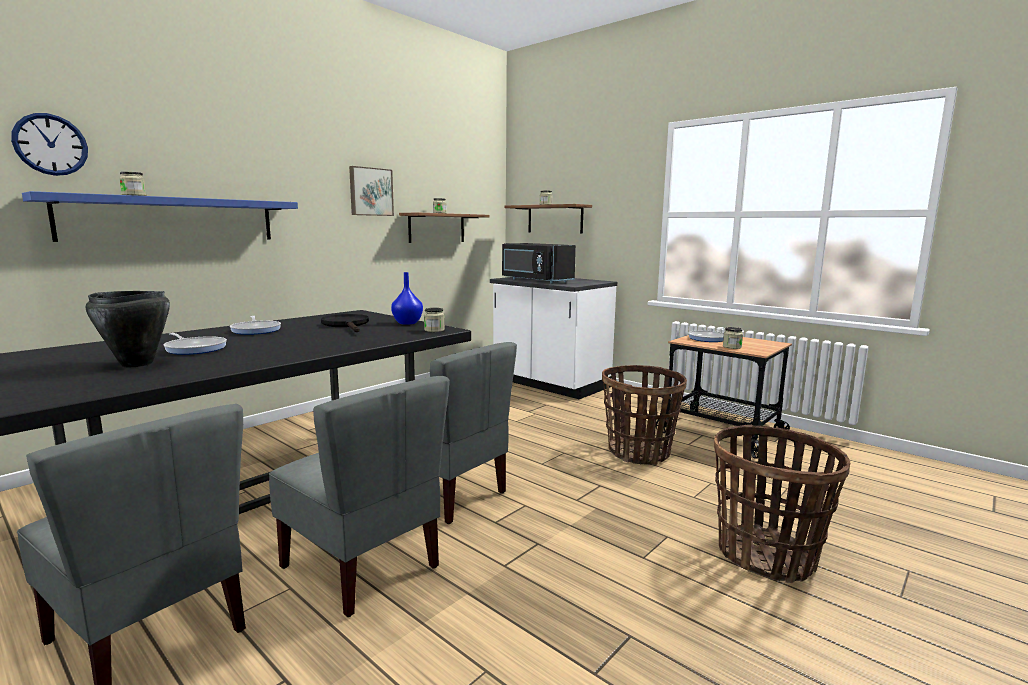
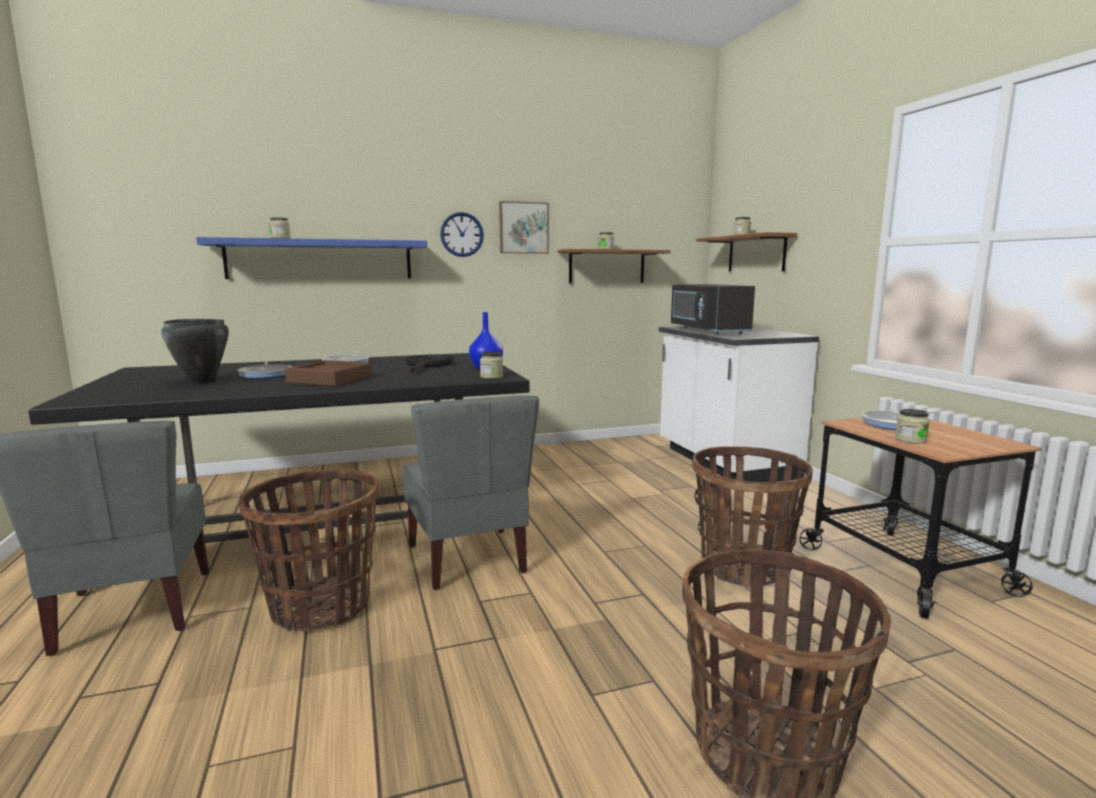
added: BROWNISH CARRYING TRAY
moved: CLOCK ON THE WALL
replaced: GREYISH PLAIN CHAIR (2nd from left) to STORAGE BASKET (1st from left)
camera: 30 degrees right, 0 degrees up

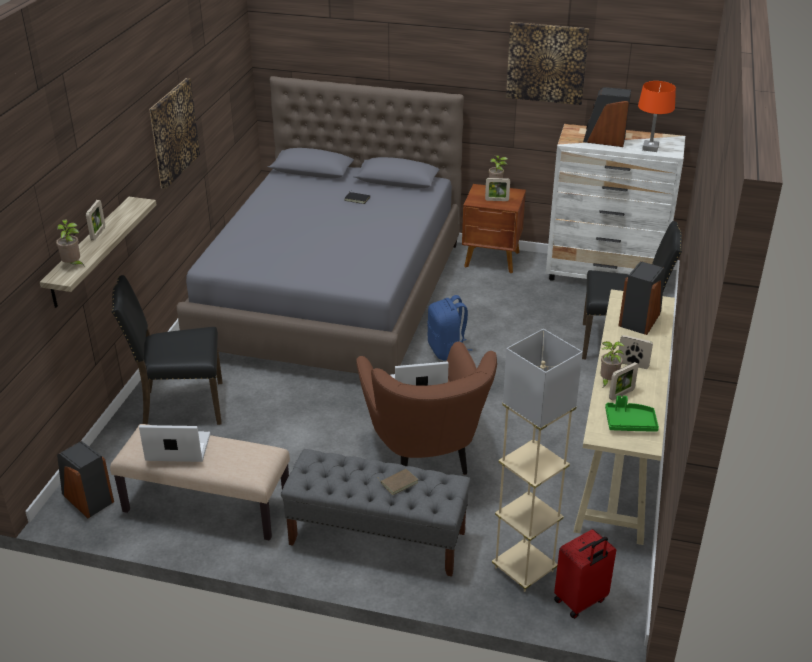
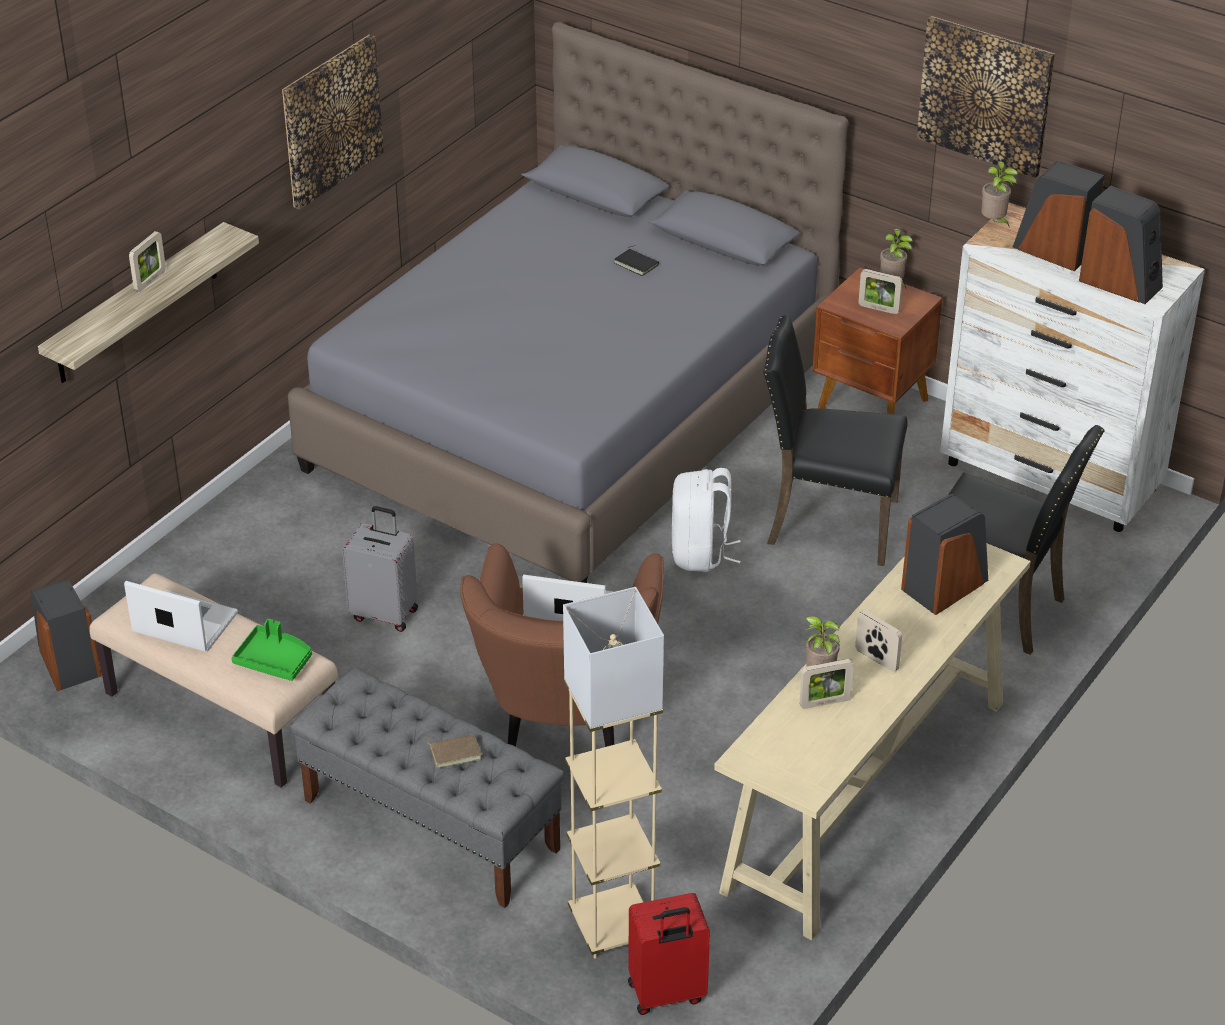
added: GREYISH SUITCASE
moved: GREEN-COLOURED CARRYING TRAY; BLACKISH PLAIN CHAIR (1st from left); PLANT IN A POT (1st from left in the first image) to PLANT IN A POT (3rd from left)
replaced: ORANGE-COLOURED TABLETOP LAMP to LOUDSPEAKER (4th from left)
recoloured: BLUISH BACKPACK to WHITE BACKPACK
camera: 20 degrees right, 5 degrees up

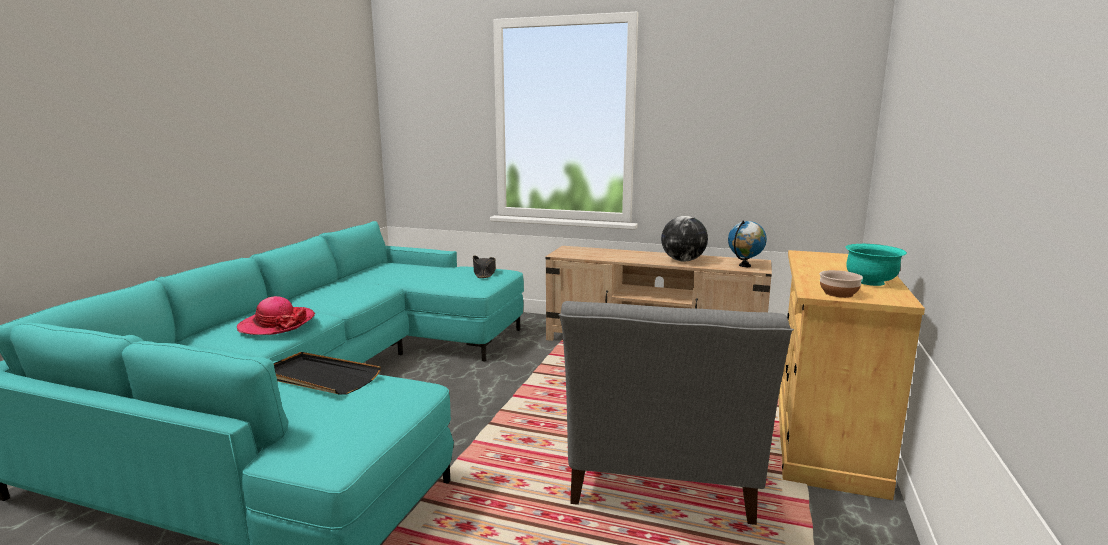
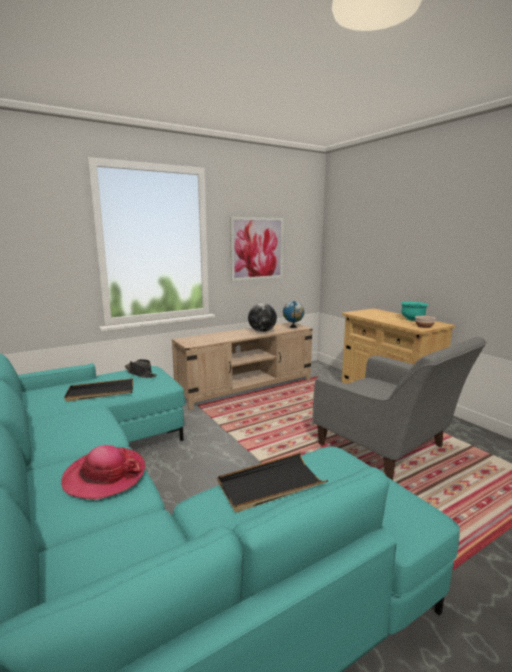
added: BLACKISH CARRYING TRAY (1st from left); WALL PICTURE
camera: 50 degrees left, 0 degrees up

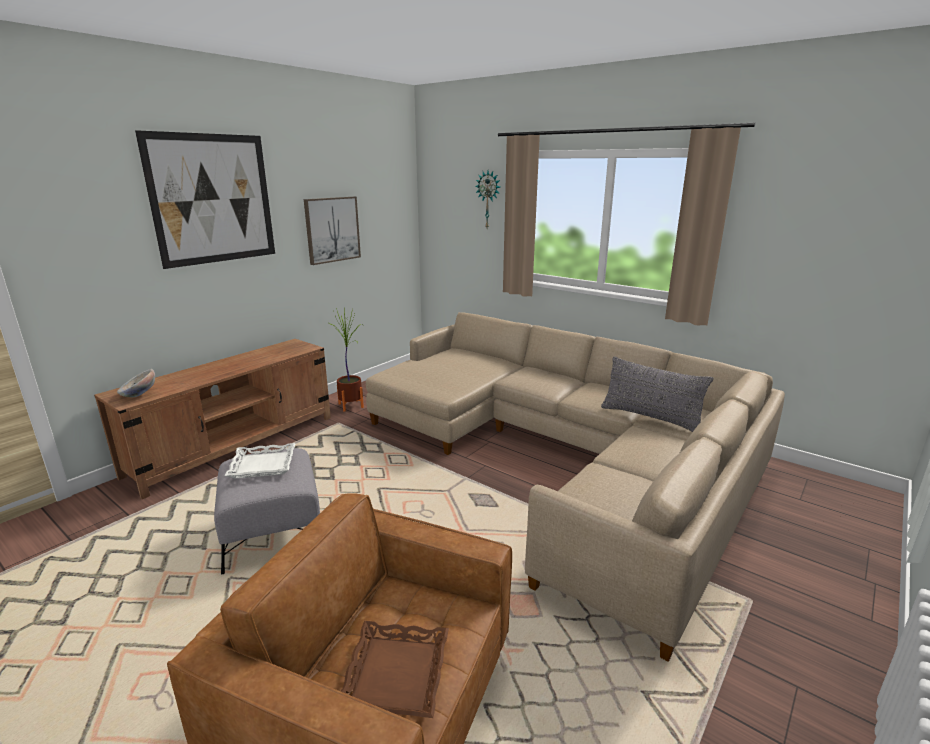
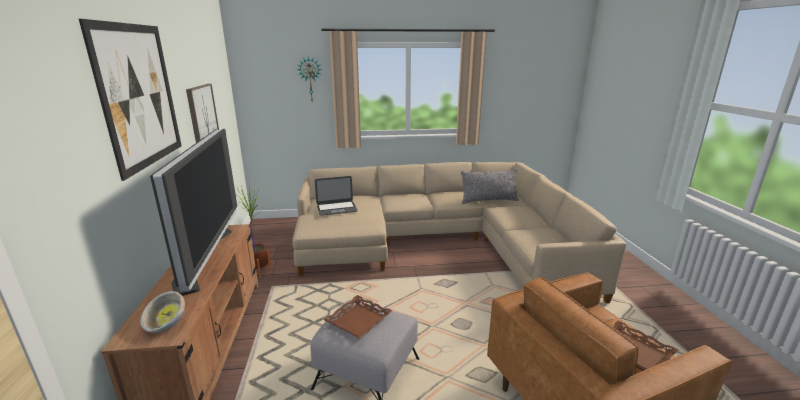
added: TV; PORTABLE COMPUTER
recoloured: WHITE CARRYING TRAY to BROWNISH CARRYING TRAY (1st from left)
camera: 45 degrees left, 0 degrees up

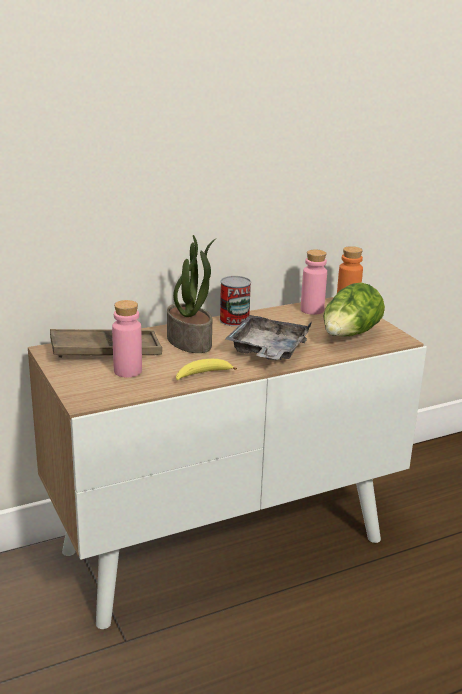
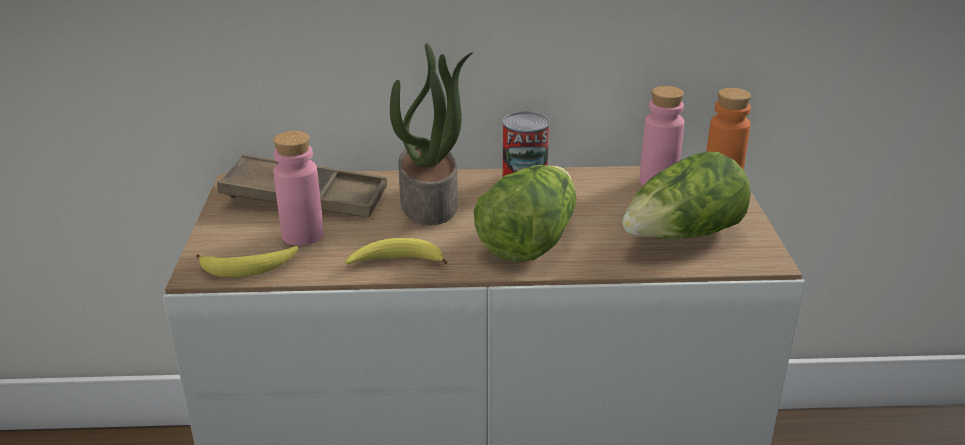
added: BANANA (1st from left)
replaced: GREYISH CARRYING TRAY to LETTUCE (1st from left)
camera: 25 degrees right, 5 degrees up

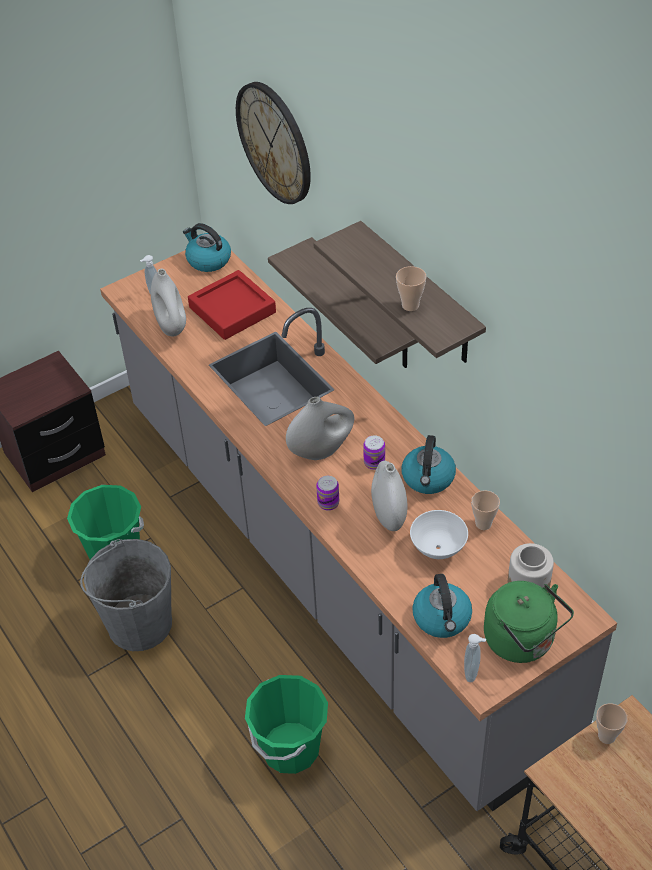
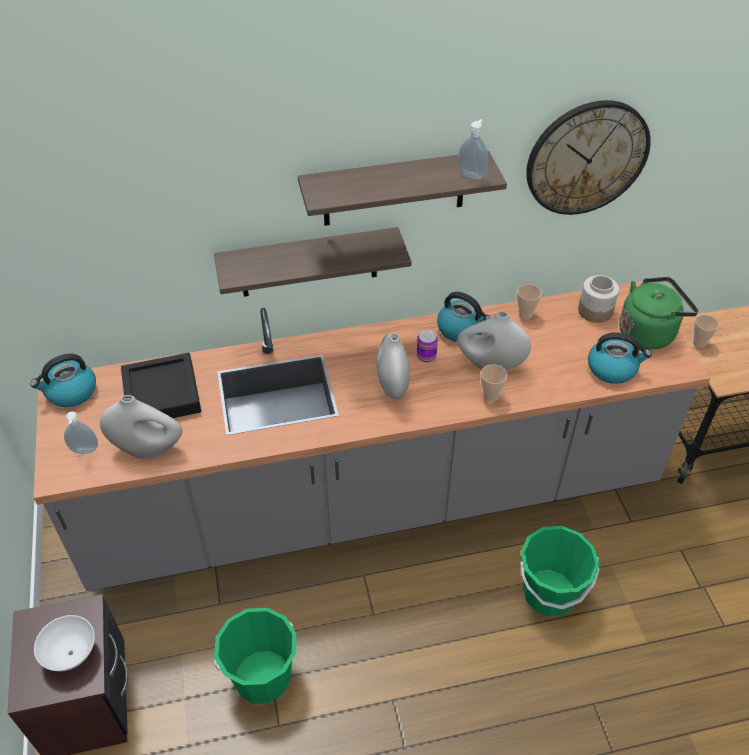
removed: GREYISH BUCKET; METAL CAN (1st from left)
moved: WHITE BOWL; SOAP DISPENSER (2nd from left); CUP (1st from left); CLOCK ON THE WALL
recoloured: REDDISH CARRYING TRAY to BLACKISH CARRYING TRAY
camera: 70 degrees left, 0 degrees up

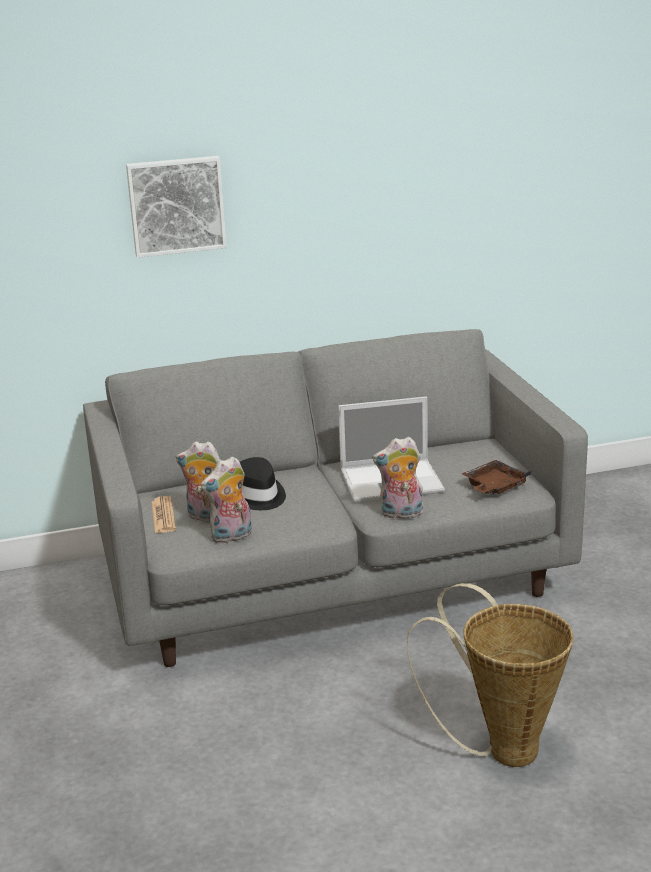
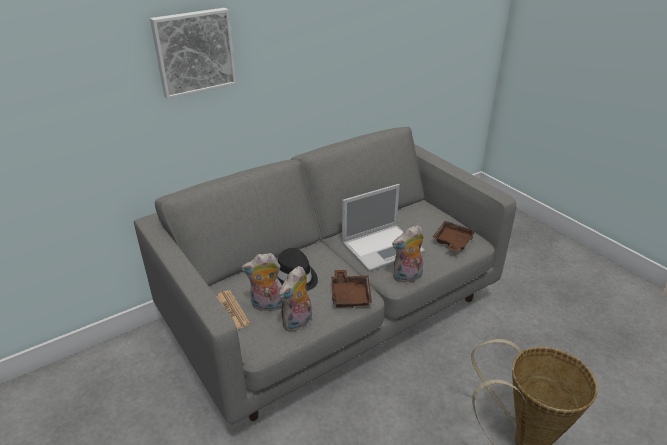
added: BROWNISH CARRYING TRAY (1st from left)
camera: 20 degrees left, 10 degrees up

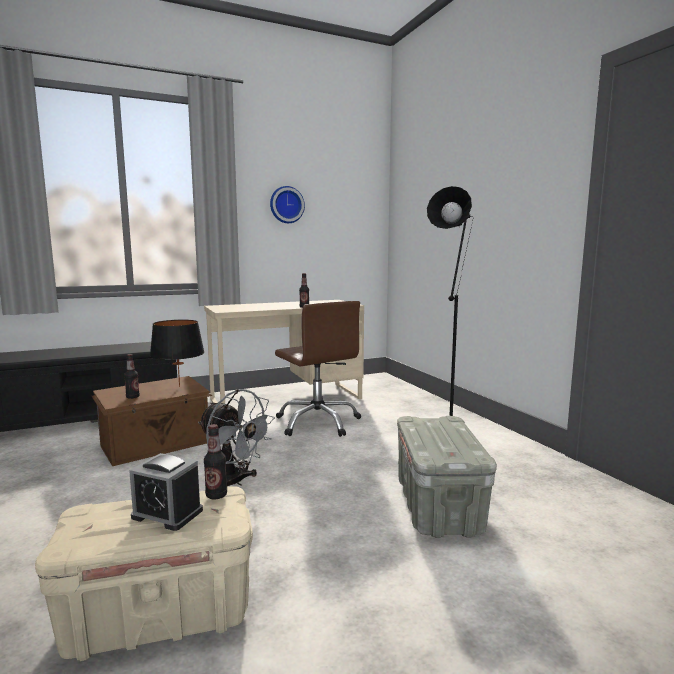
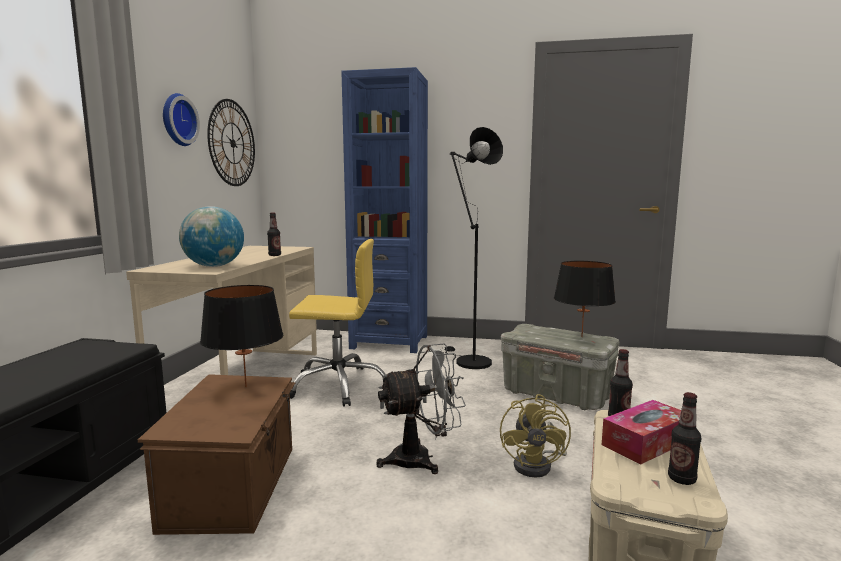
added: DESK GLOBE; CLOCK ON THE WALL (2nd from left); BLUISH SHELVING UNIT; YELLOW-COLOURED COOLING FAN; BLACKISH TABLETOP LAMP (2nd from left)
moved: BOTTLE (1st from left in the first image) to BOTTLE (3rd from left)
replaced: TABLE CLOCK to TISSUE BOX
recoloured: BROWNISH COMPUTER CHAIR to YELLOW-COLOURED COMPUTER CHAIR
camera: 55 degrees left, 0 degrees up

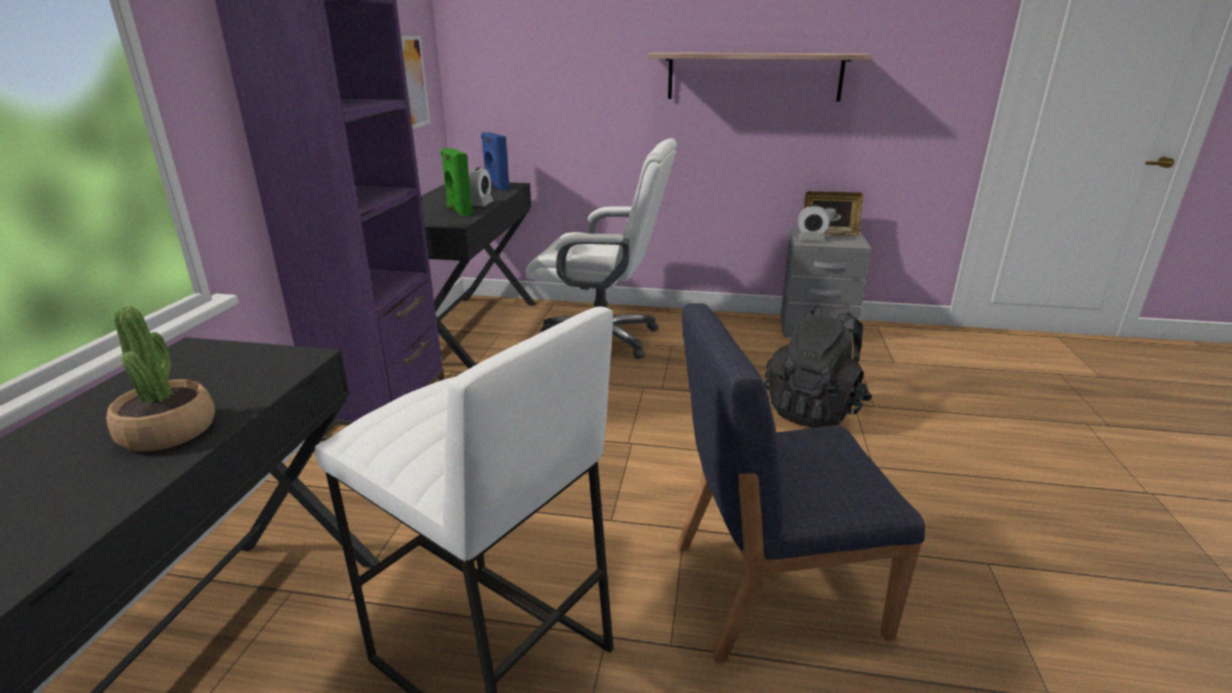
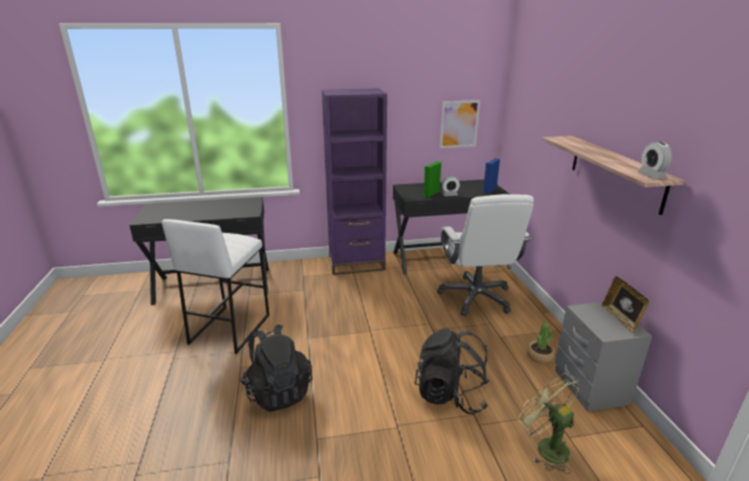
added: GREEN-COLOURED COOLING FAN
moved: PLANT IN A POT; TABLE CLOCK (2nd from left)
replaced: BLUISH PLAIN CHAIR to BLACKISH BACKPACK (1st from left)
camera: 70 degrees right, 0 degrees up

